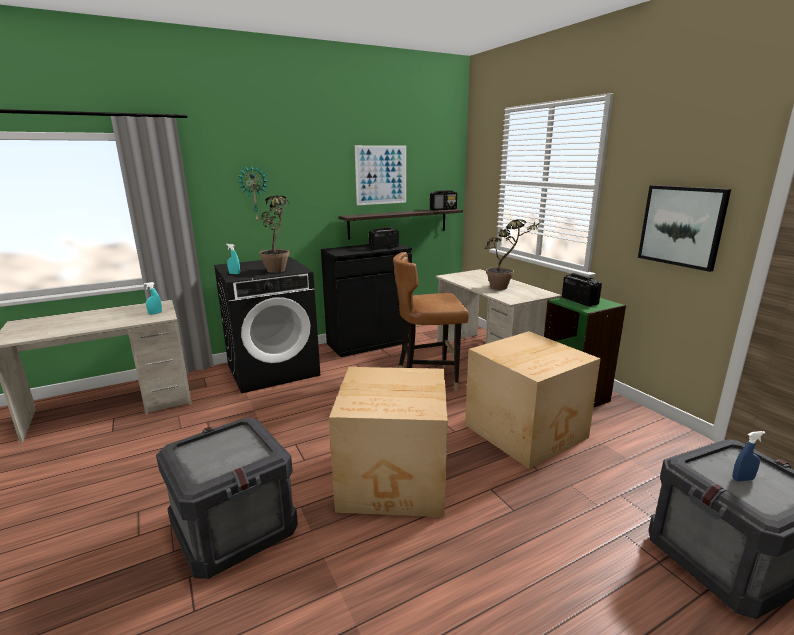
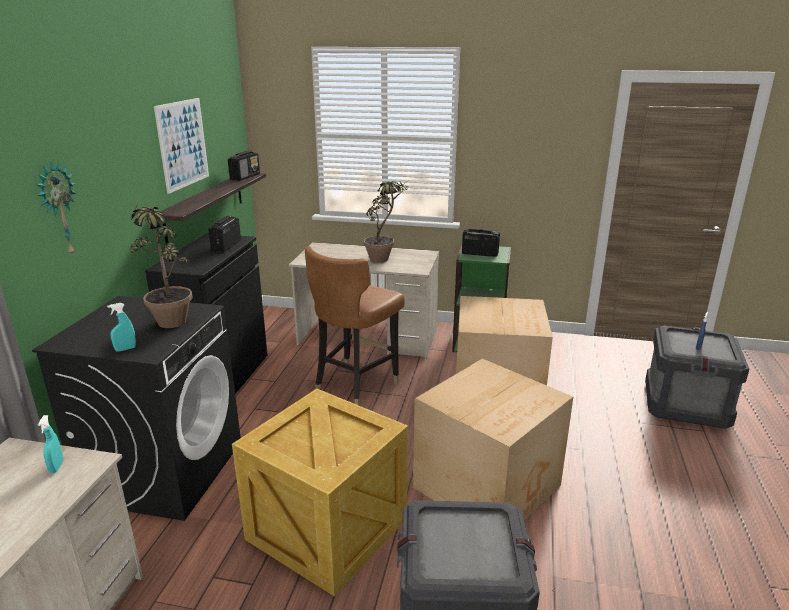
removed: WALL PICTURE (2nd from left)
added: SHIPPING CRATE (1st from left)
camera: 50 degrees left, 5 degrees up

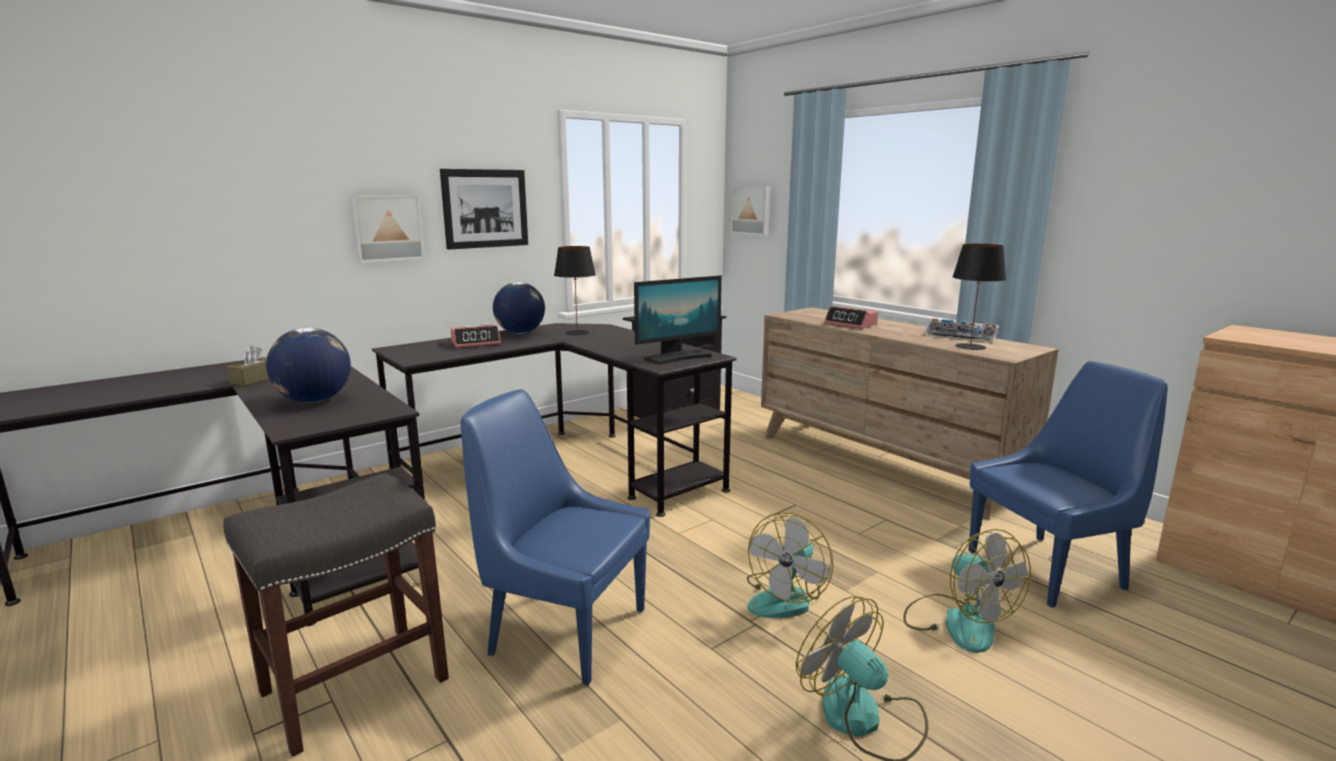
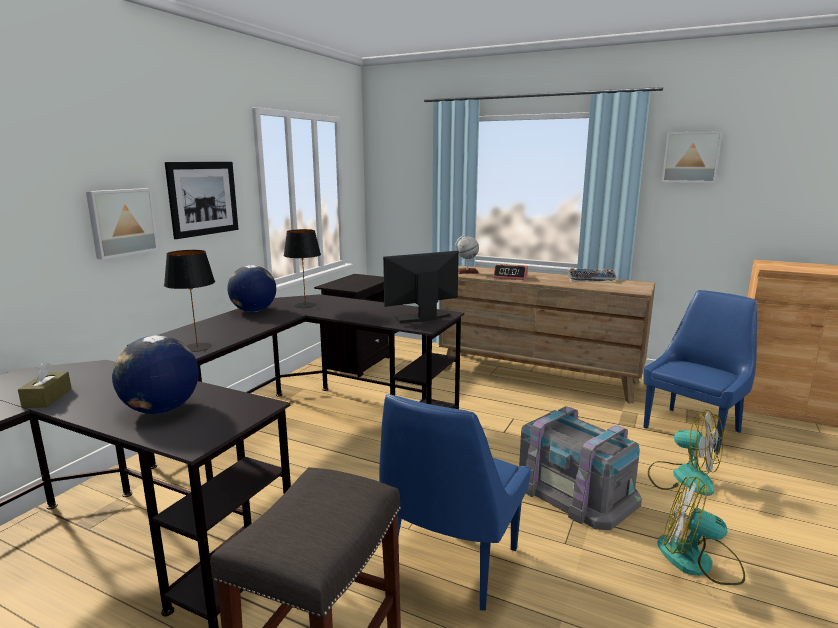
removed: TABLE CLOCK (1st from left)
added: DESK GLOBE (3rd from left)
moved: BLACKISH TABLETOP LAMP (2nd from left in the first image) to BLACKISH TABLETOP LAMP (1st from left); WALL PICTURE (3rd from left)
replaced: COOLING FAN (1st from left) to GREYISH STORAGE CONTAINER
turned: BLUISH PLAIN CHAIR (1st from left) 60 degrees counterclockwise; COMPUTER SCREEN 150 degrees counterclockwise
camera: 25 degrees left, 0 degrees up

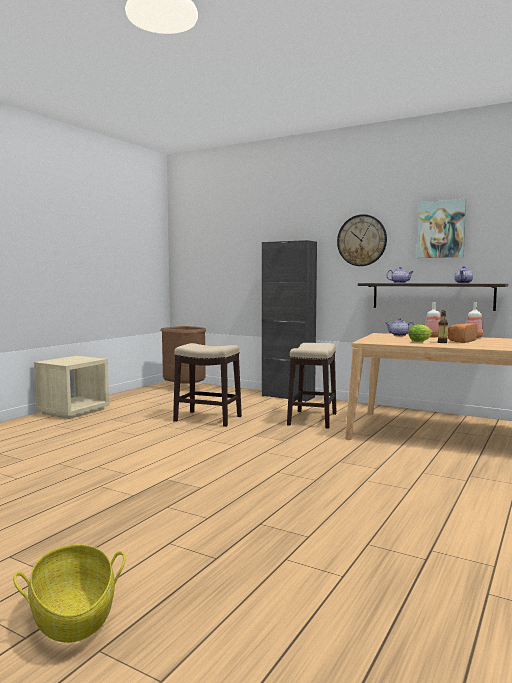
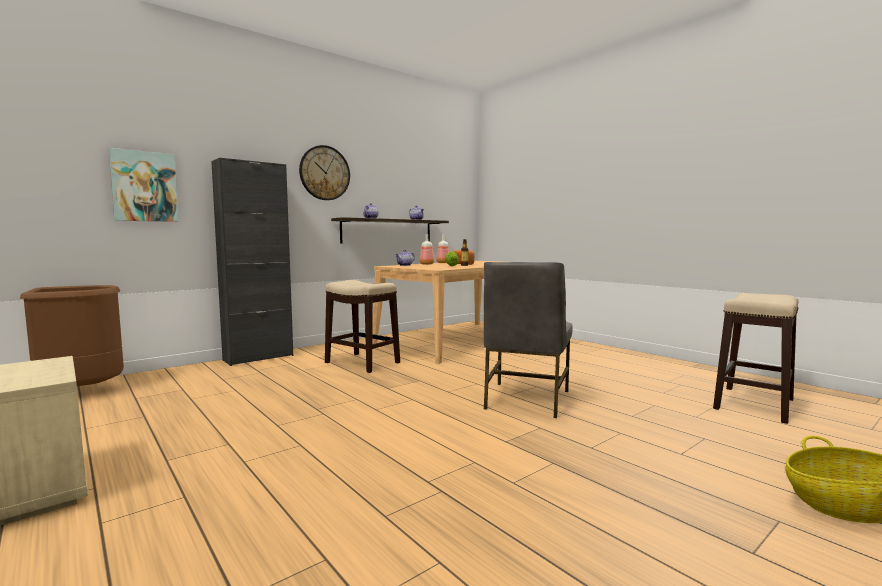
added: GREYISH PLAIN CHAIR
moved: WALL PICTURE; STOOL (1st from left in the first image) to STOOL (2nd from left)
camera: 70 degrees left, 0 degrees up

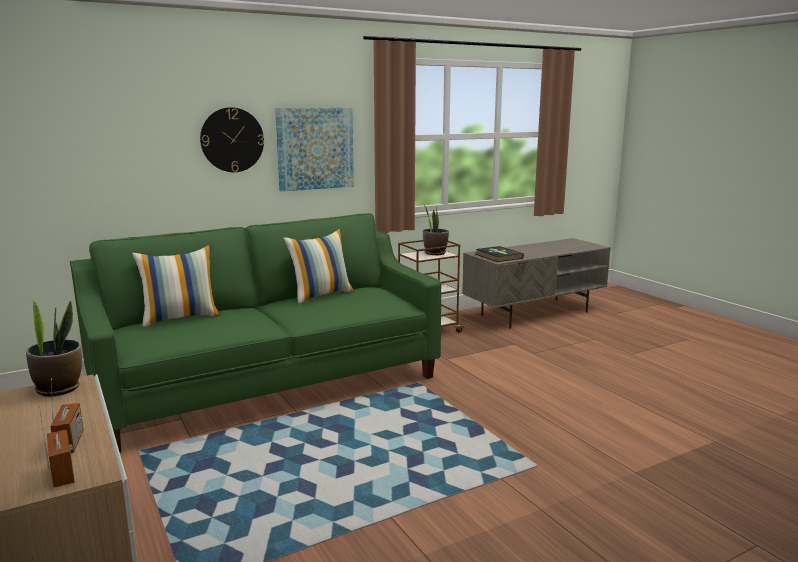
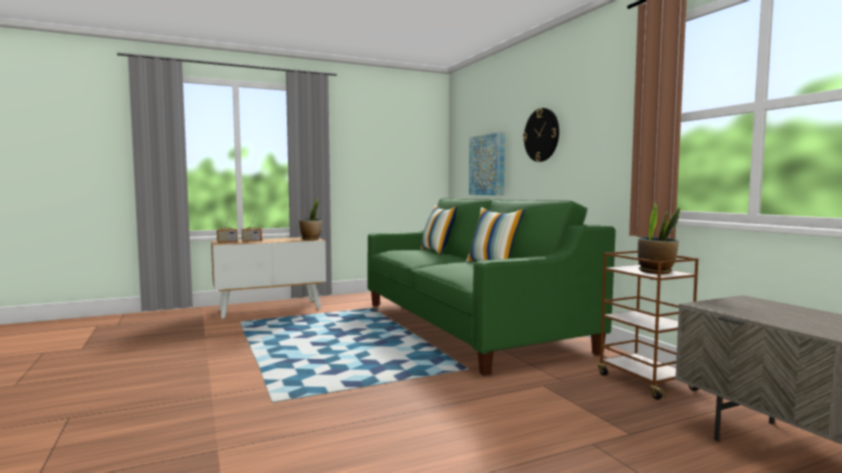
removed: BOOK
moved: WALL PICTURE
camera: 95 degrees right, 10 degrees down

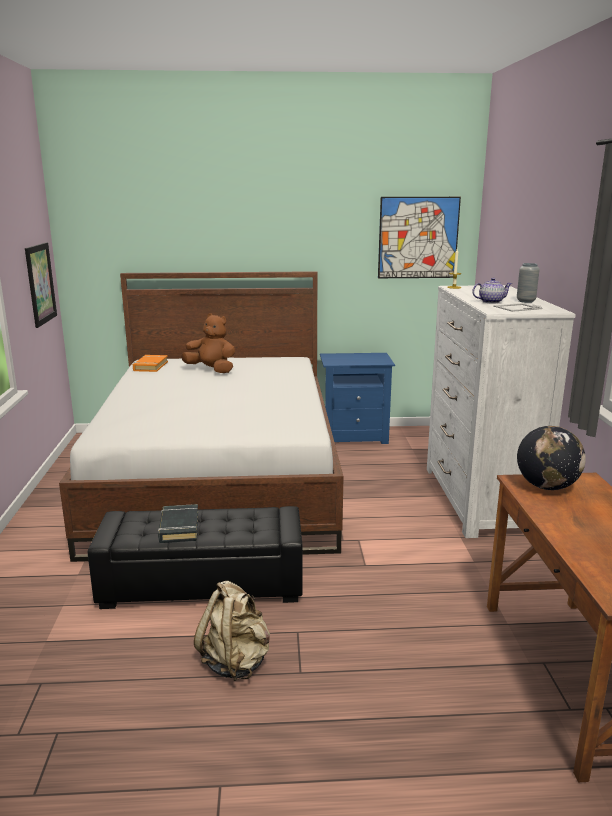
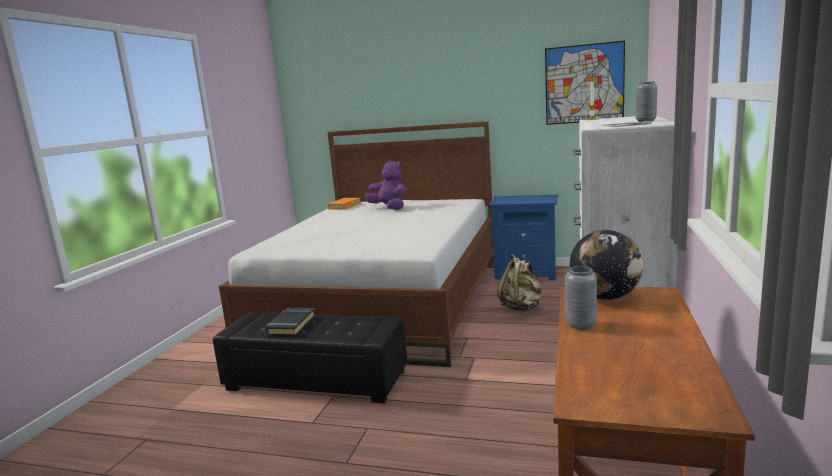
removed: WALL PICTURE (1st from left); POT FOR TEA
added: GREYISH FLOWER VASE (1st from left)
moved: BEIGE-COLOURED BACKPACK
recoloured: BROWNISH SOFT TOY to PURPLISH SOFT TOY
camera: 20 degrees right, 5 degrees down

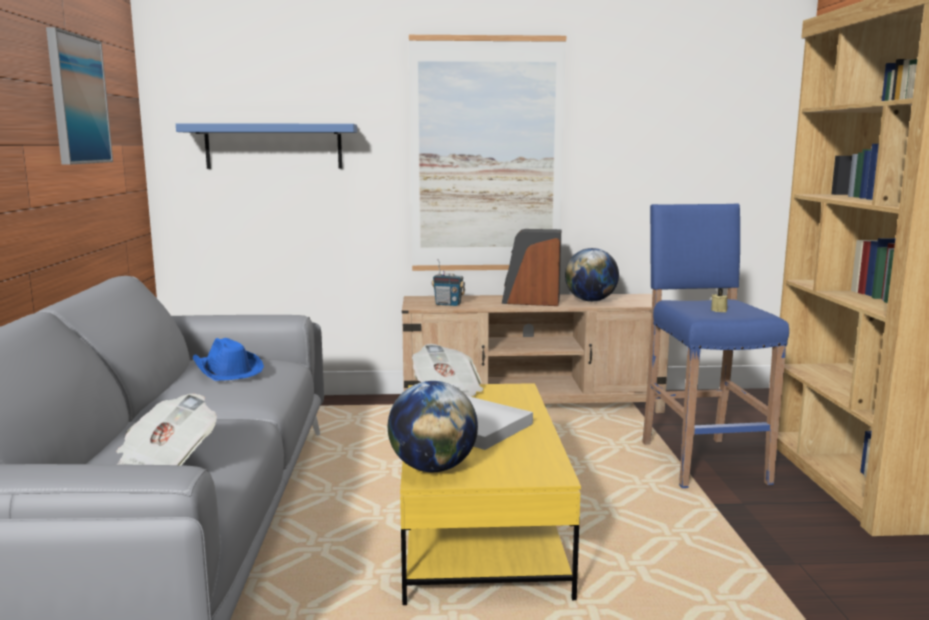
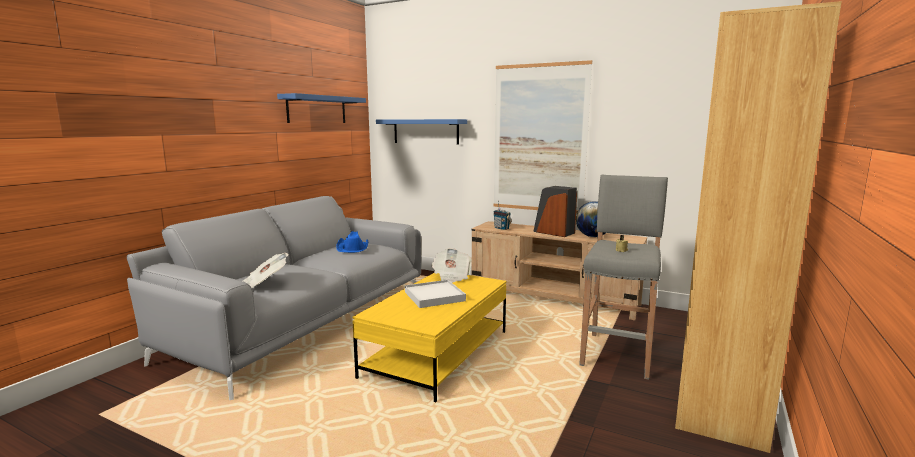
removed: DESK GLOBE (1st from left)
replaced: WALL PICTURE (1st from left) to BLUISH BRACKET SHELF (1st from left)
recoloured: BLUISH STOOL to GREYISH STOOL
camera: 30 degrees right, 0 degrees up

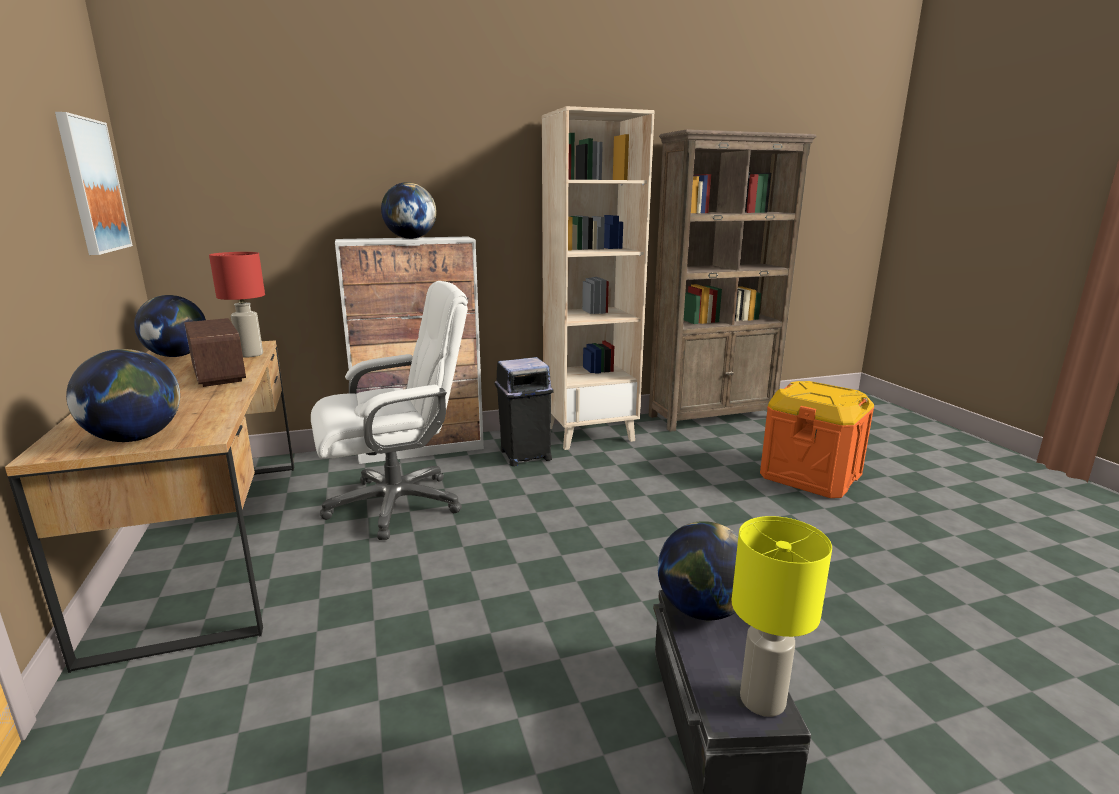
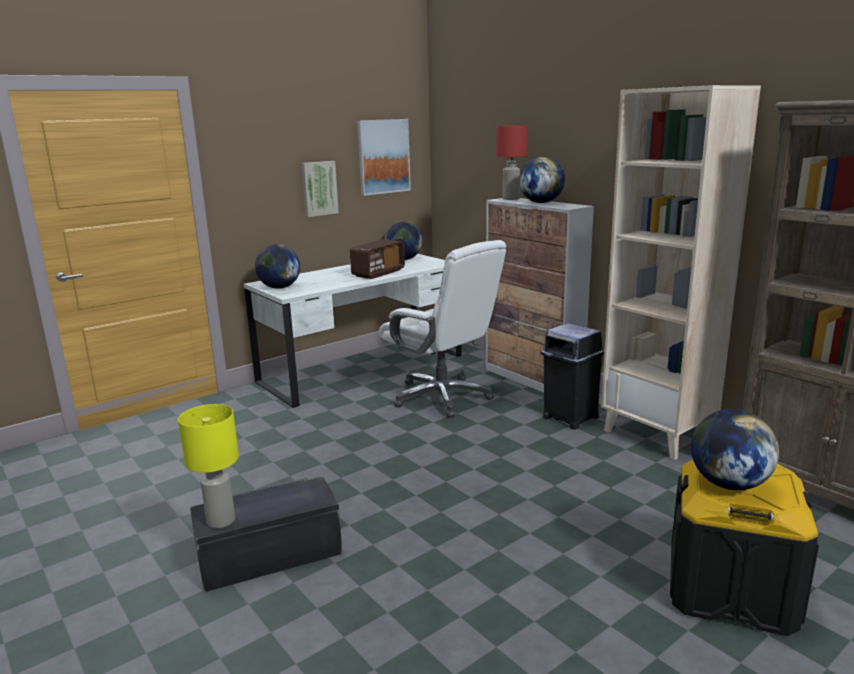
added: WALL PICTURE (1st from left)
moved: REDDISH TABLETOP LAMP; DESK GLOBE (4th from left)
recoloured: BROWNISH DESK to WHITE DESK; ORANGE-COLOURED STORAGE CONTAINER to BLACKISH STORAGE CONTAINER (2nd from left)
camera: 70 degrees right, 0 degrees up

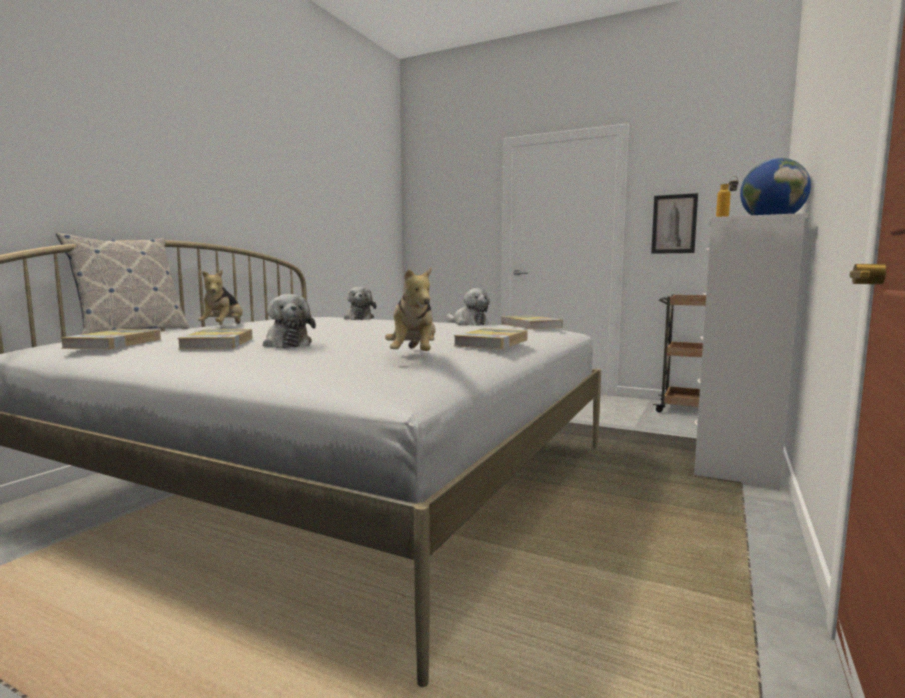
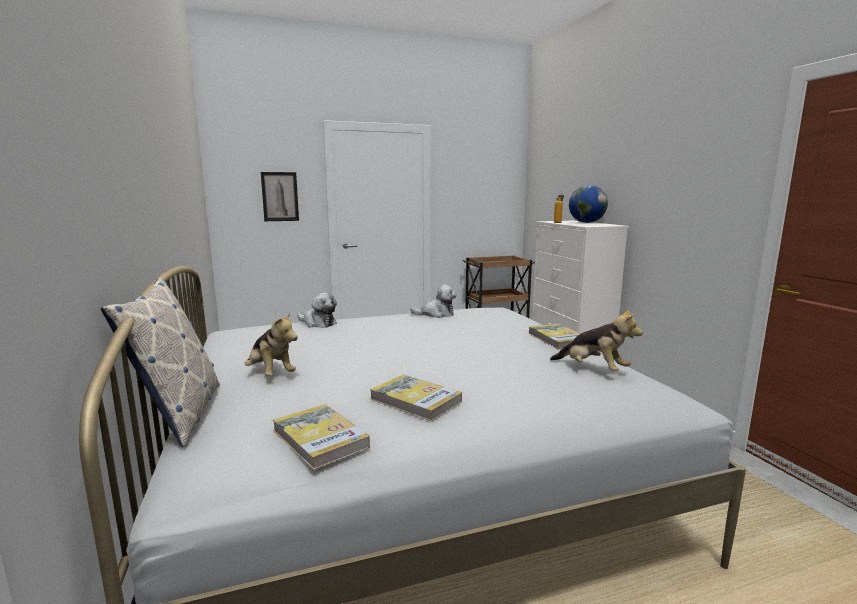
removed: SOFT TOY (2nd from left); BOOK (4th from left)
moved: WALL PICTURE
camera: 45 degrees left, 5 degrees up

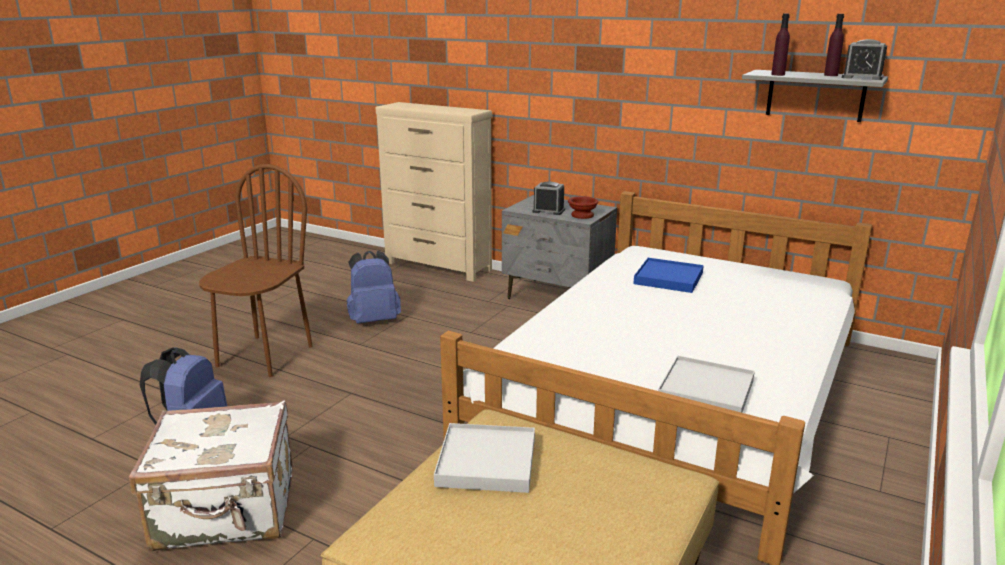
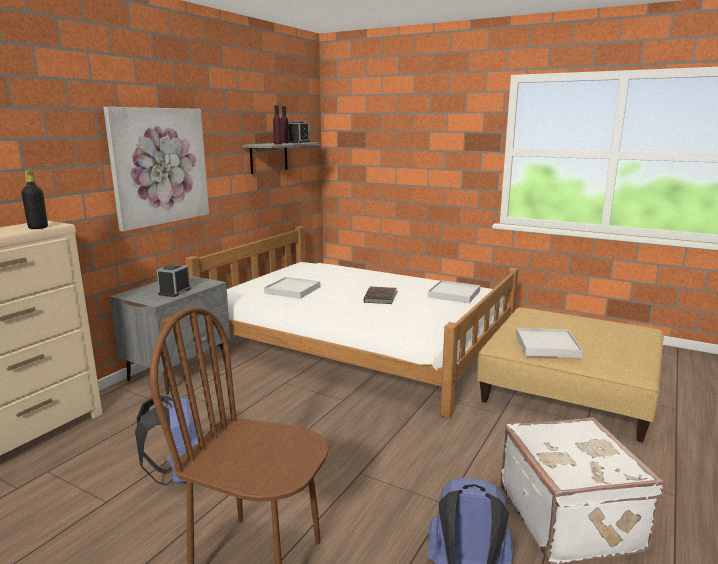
removed: BROWNISH BOWL
added: BLACKISH BOTTLE; WALL PICTURE; BROWNISH BOOK
recoloured: BLUISH CARRYING TRAY to WHITE CARRYING TRAY (1st from left)
camera: 90 degrees left, 5 degrees down

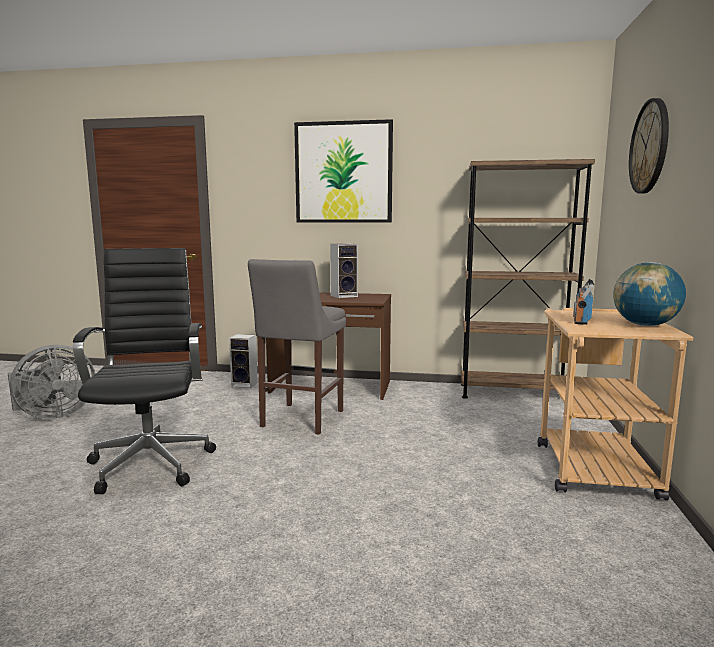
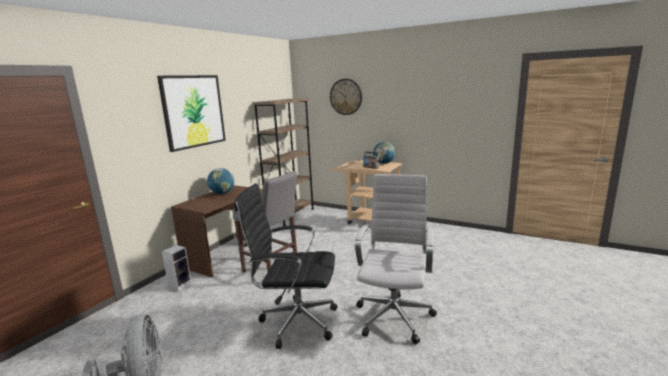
added: WHITE COMPUTER CHAIR
replaced: LOUDSPEAKER (2nd from left) to DESK GLOBE (1st from left)
camera: 70 degrees left, 5 degrees up

